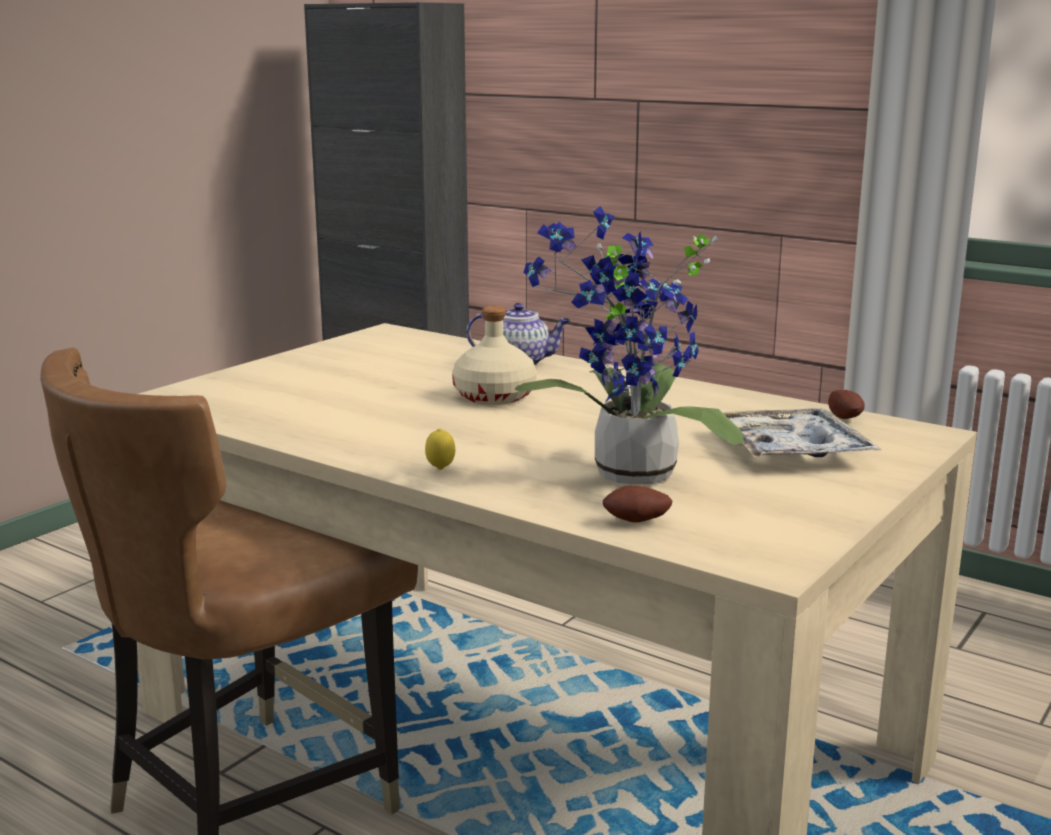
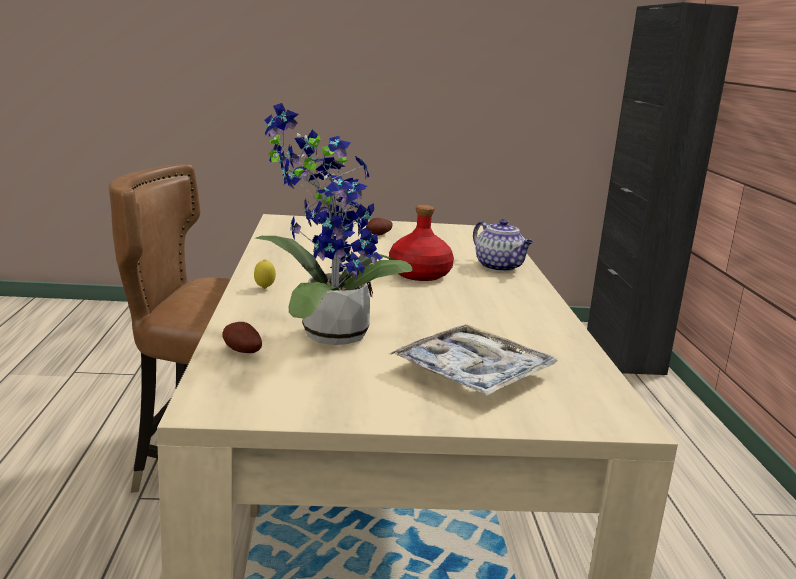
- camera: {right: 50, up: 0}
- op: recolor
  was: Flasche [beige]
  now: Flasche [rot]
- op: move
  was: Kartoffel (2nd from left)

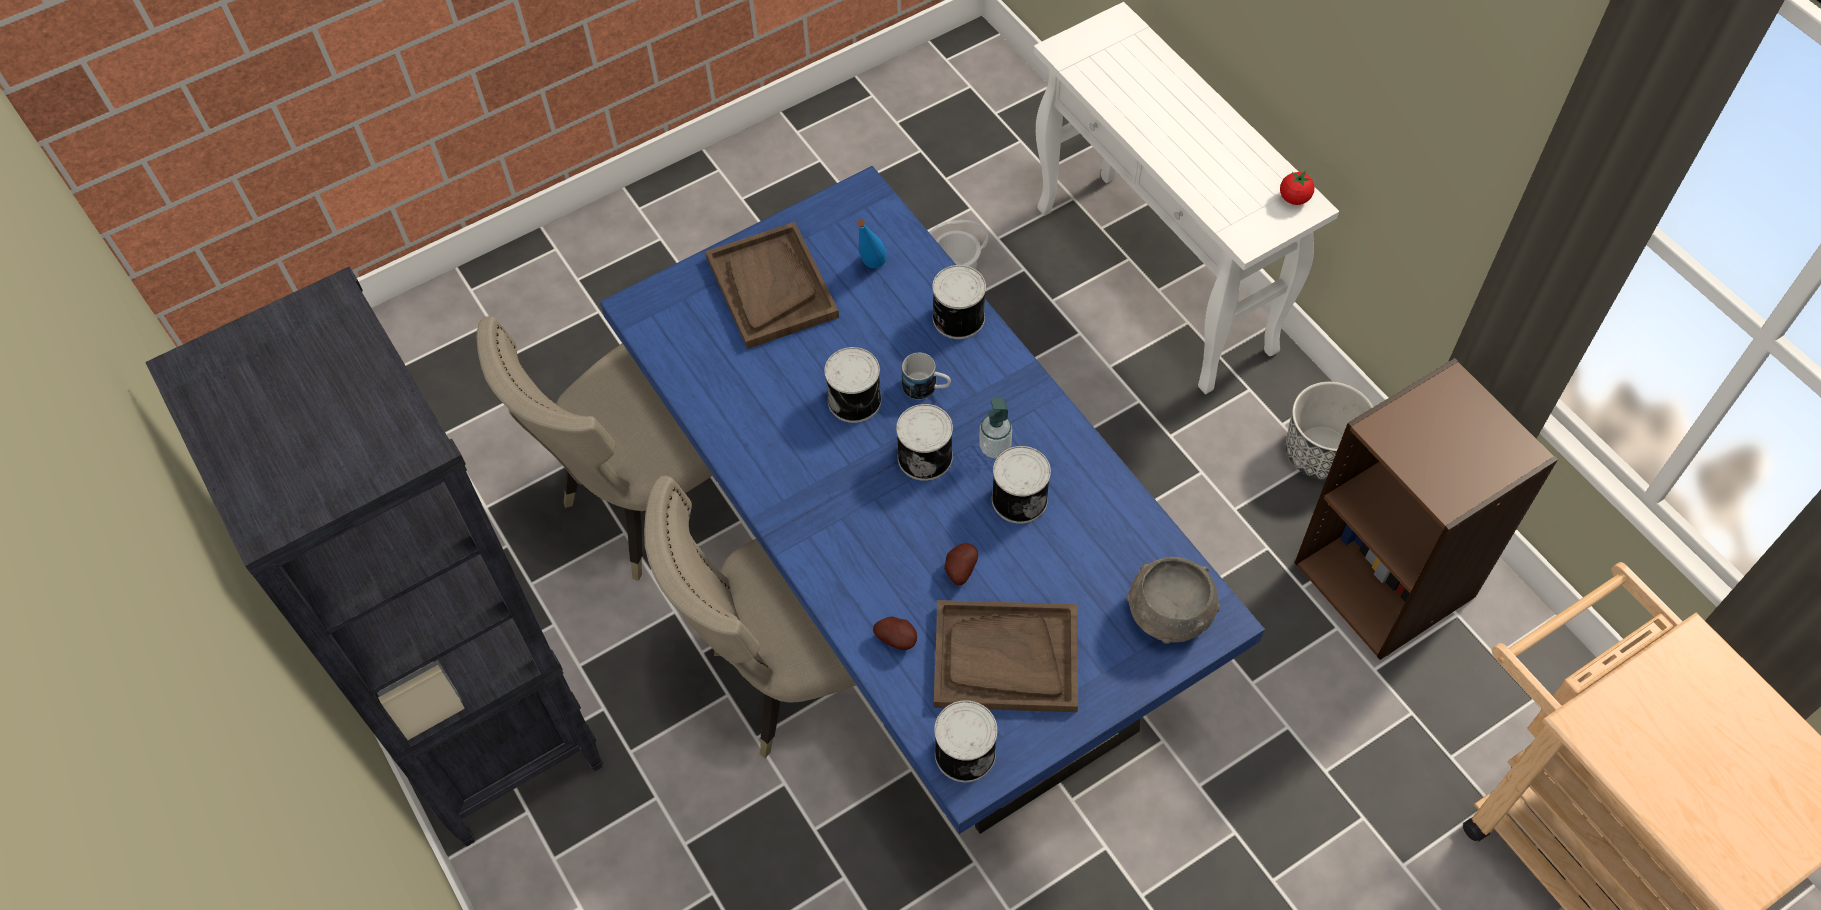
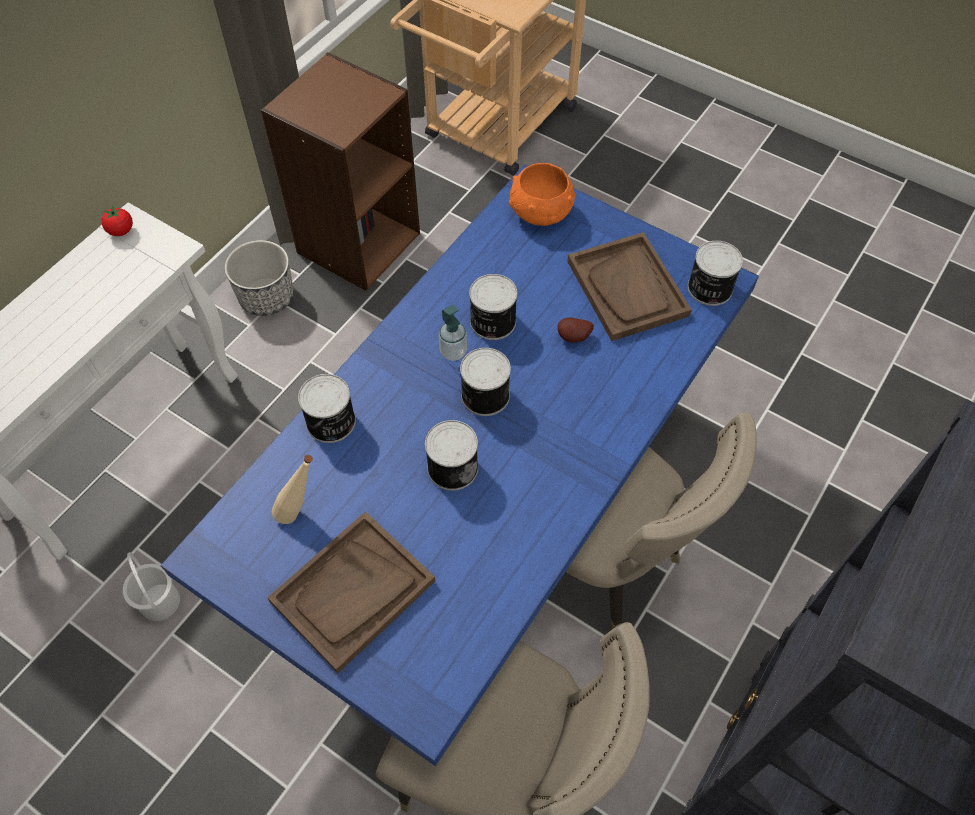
- camera: {right: -115, up: 0}
- op: recolor
  was: Flasche [blau]
  now: Flasche [beige]
- op: delete
  was: Henkelbecher
- op: recolor
  was: Schüssel [grau]
  now: Schüssel [orange]
- op: delete
  was: Kartoffel (1st from left)

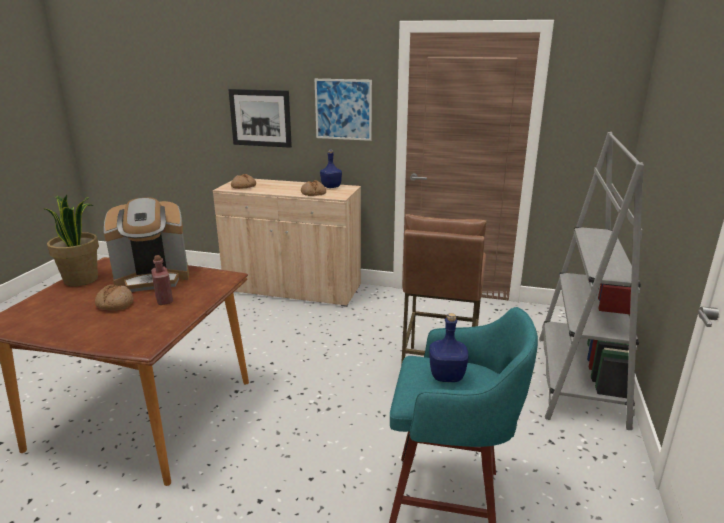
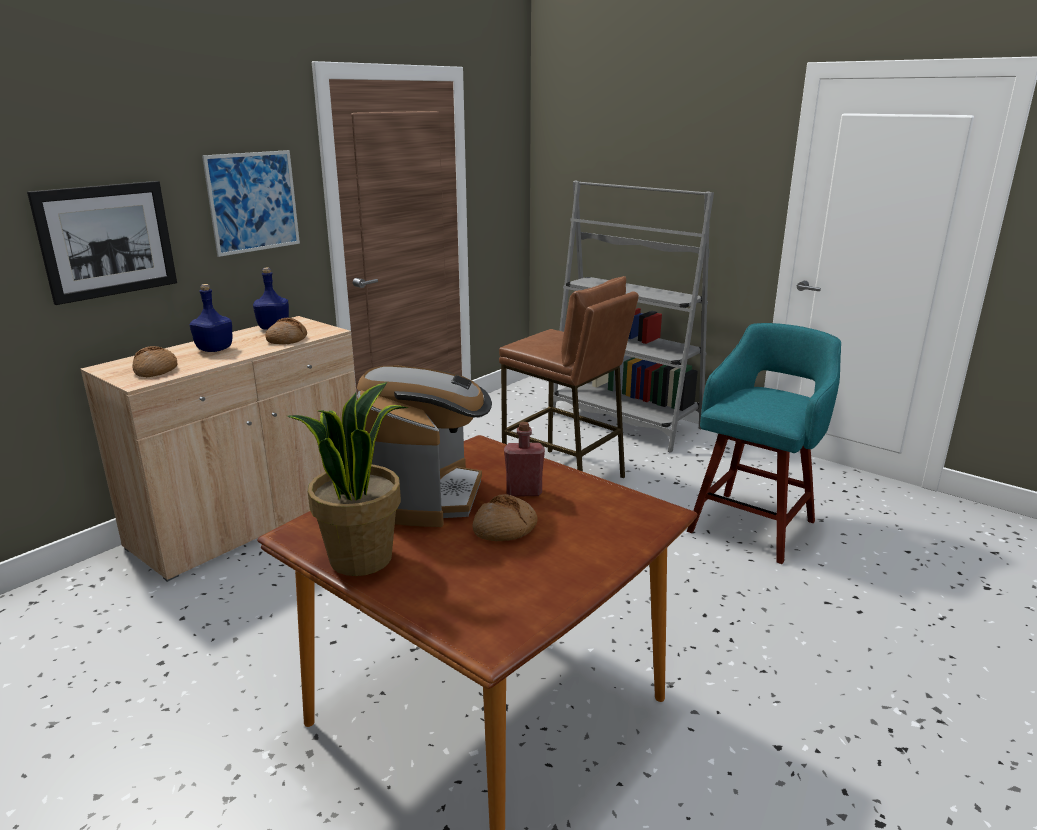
- camera: {right: -65, up: 0}
- op: move
  was: Flasche [blau] (2nd from left in the first image)
  now: Flasche [blau] (1st from left)

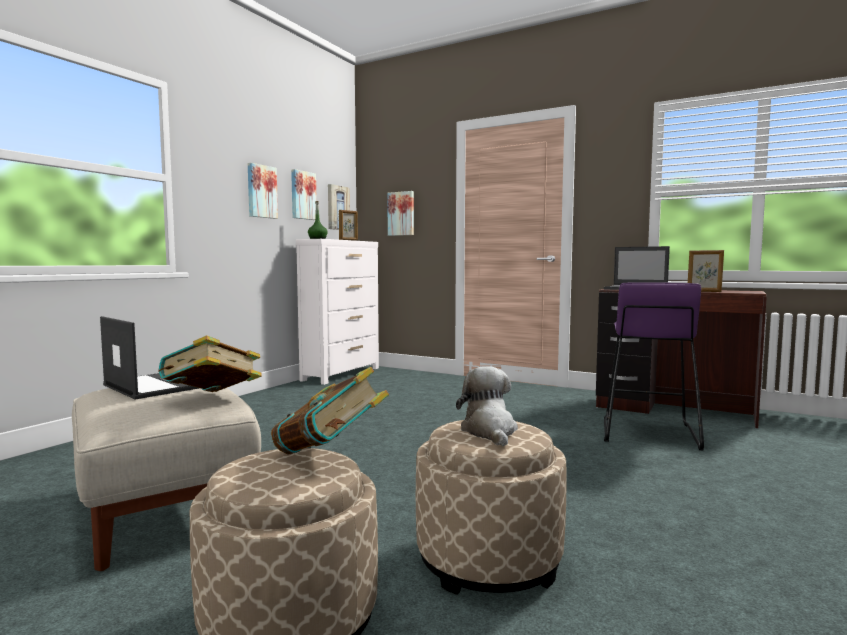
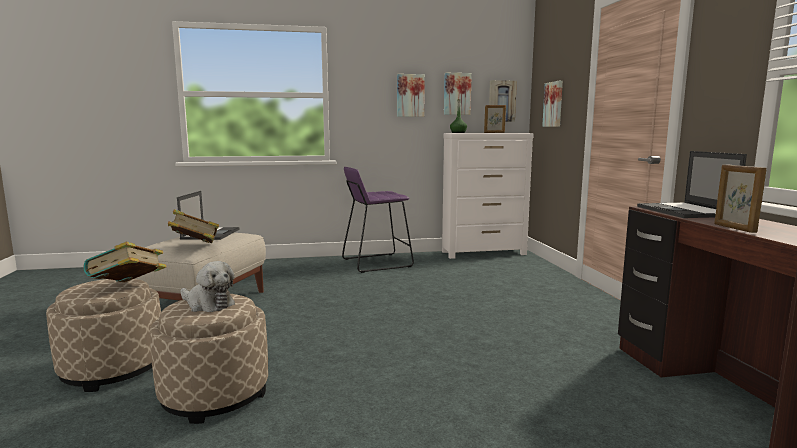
- camera: {right: 50, up: 5}
- op: move
  was: Hocker [lila]
- op: rotate
  was: Plüschtier
  clockwise: 75

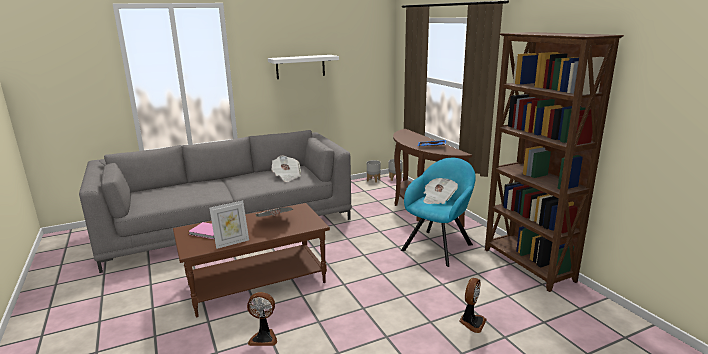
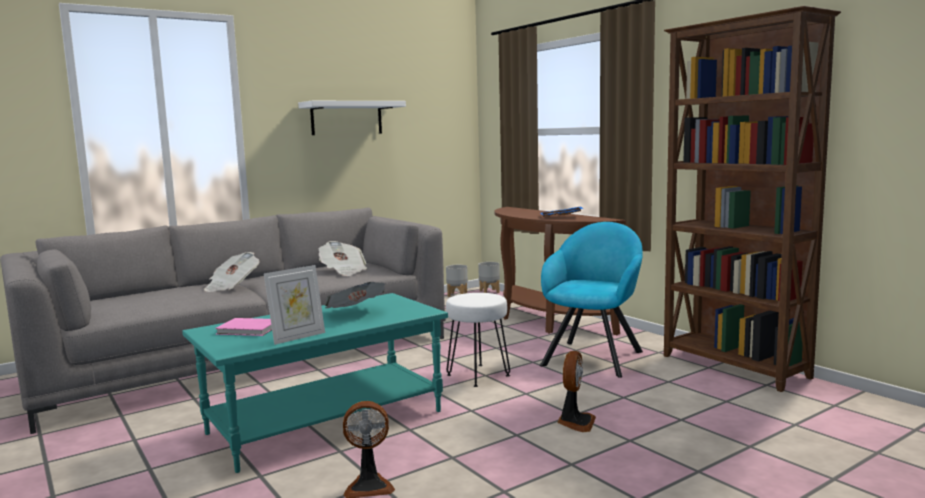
- camera: {right: -10, up: -10}
- op: move
  was: Zeitung (3rd from left in the first image)
  now: Zeitung (1st from left)
- op: recolor
  was: Couchtisch [braun]
  now: Couchtisch [türkis]
- op: move
  was: Ventilator (2nd from left)
- op: insert
  now: Hocker [weiß]

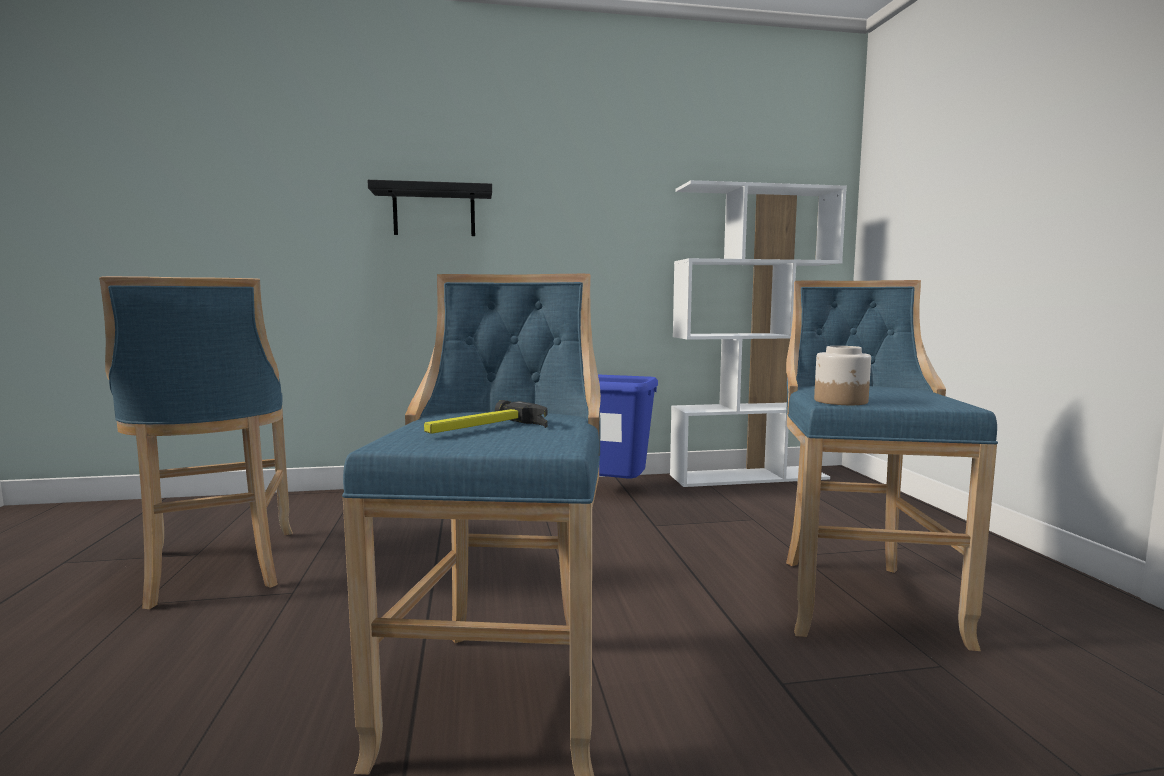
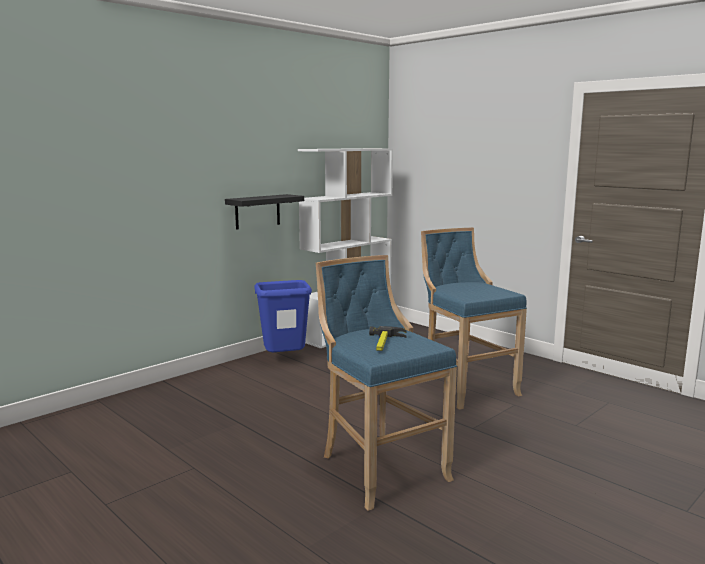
- camera: {right: -35, up: 5}
- op: move
  was: Wandregal [schwarz]
- op: delete
  was: Hocker [blau] (1st from left)
- op: delete
  was: Vorratsglas

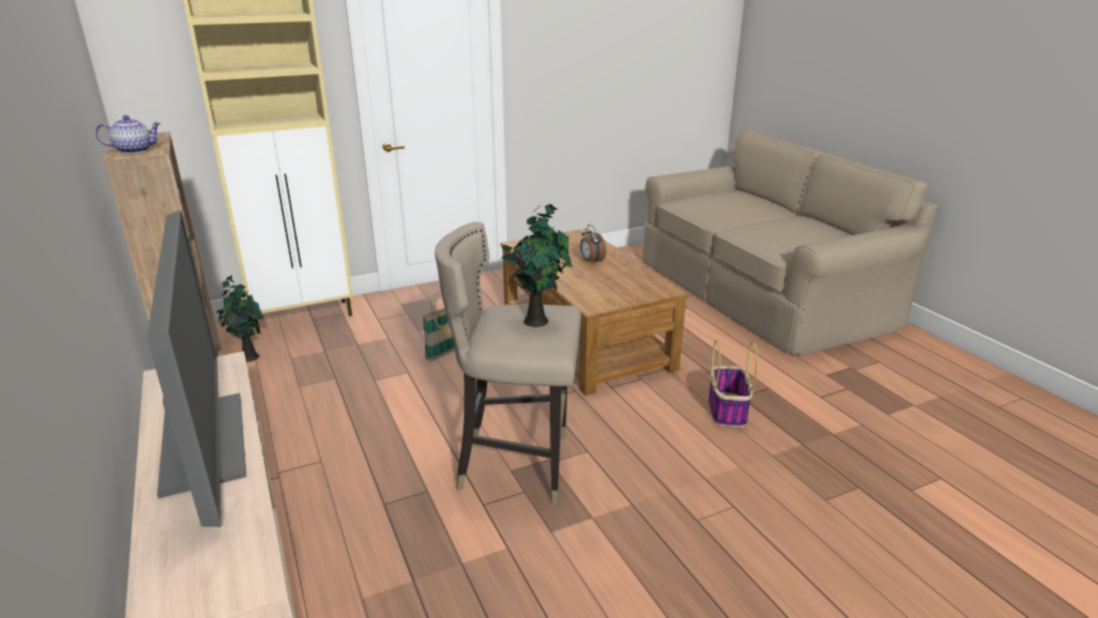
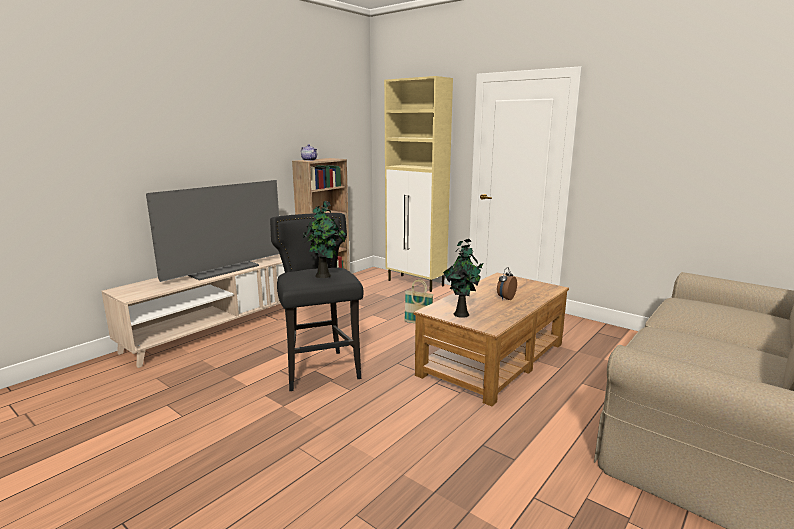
- camera: {right: 65, up: -10}
- op: recolor
  was: Hocker [beige]
  now: Hocker [schwarz]
- op: move
  was: Topfpflanze (1st from left in the first image)
  now: Topfpflanze (2nd from left)
- op: delete
  was: Korb (2nd from left)

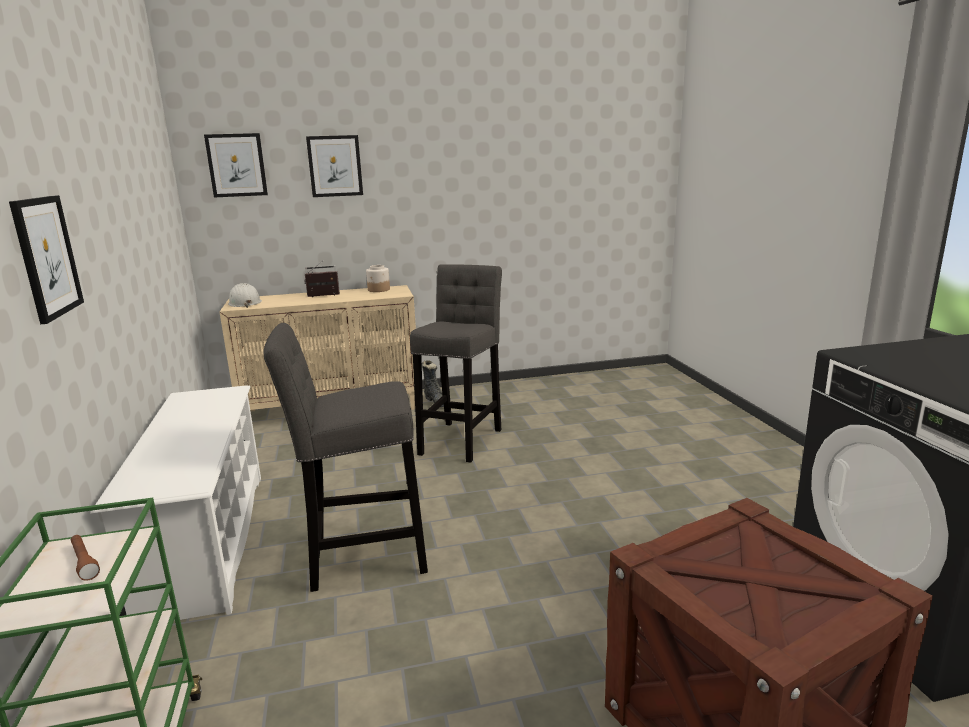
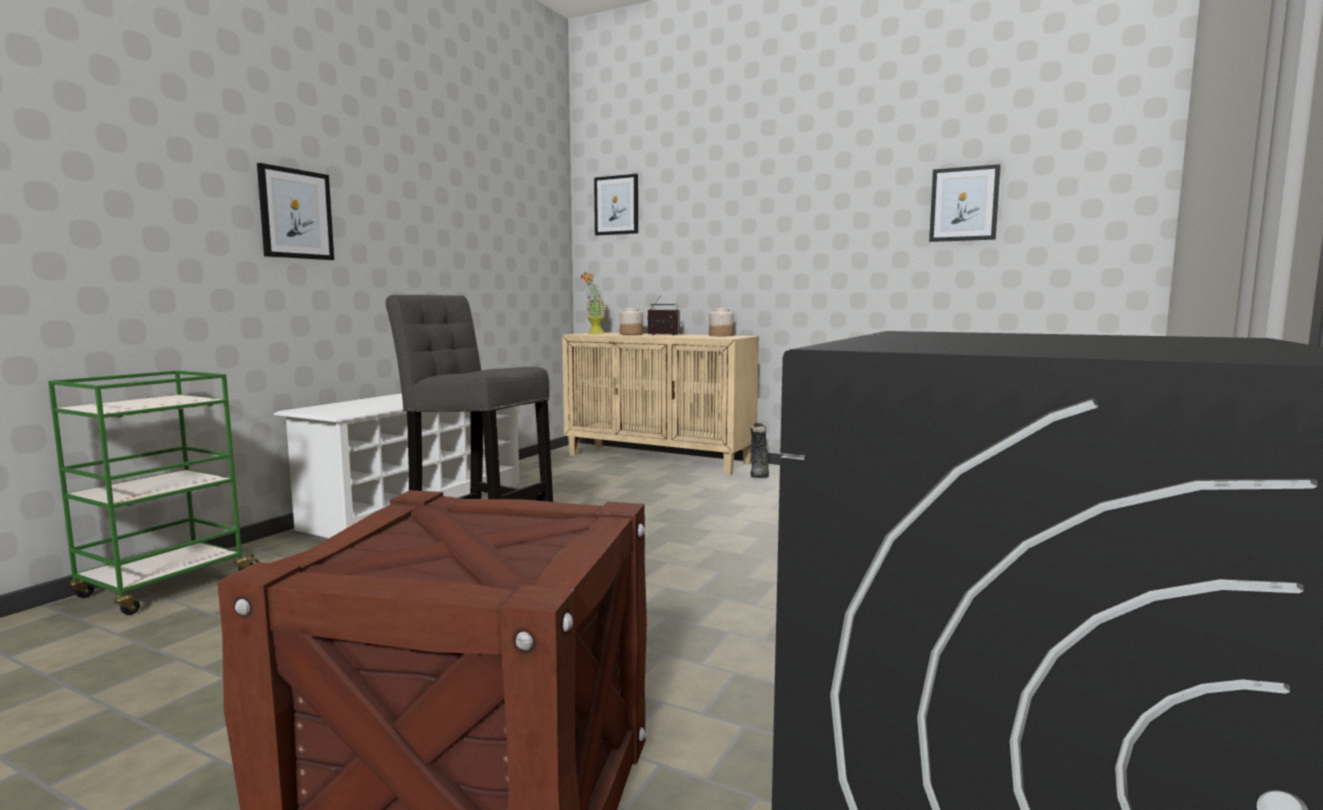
- camera: {right: 40, up: -10}
- op: move
  was: Bild (3rd from left)
- op: delete
  was: Hocker [grau] (2nd from left)
- op: replace
  was: Schutzhelm [weiß]
  now: Topfpflanze
- op: delete
  was: Taschenlampe [braun]
- op: insert
  now: Vorratsglas (1st from left)

